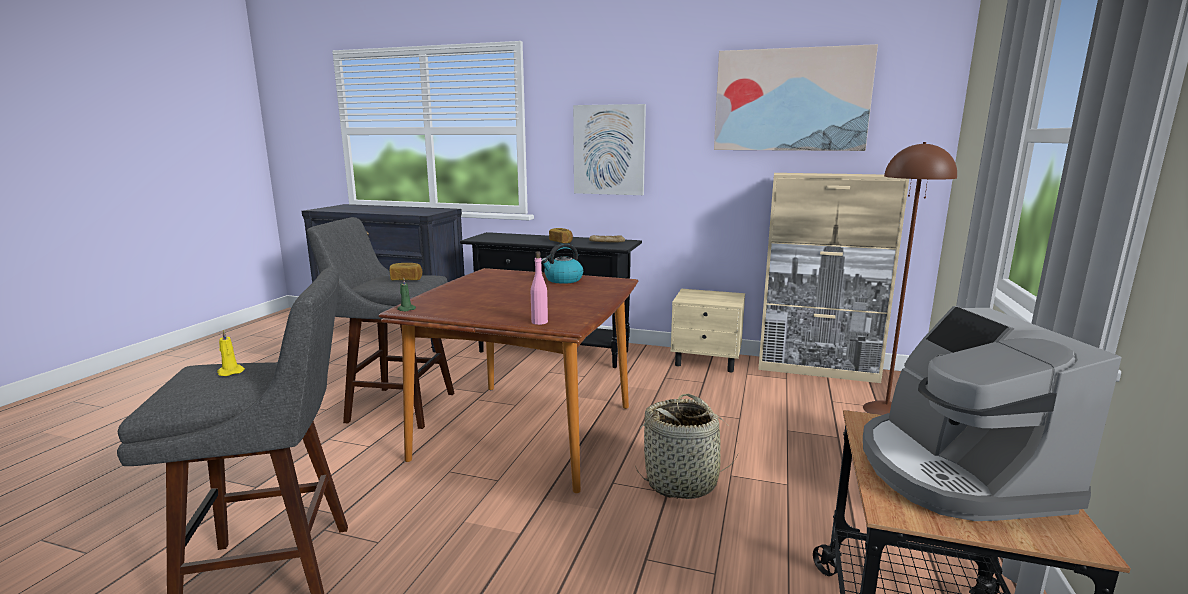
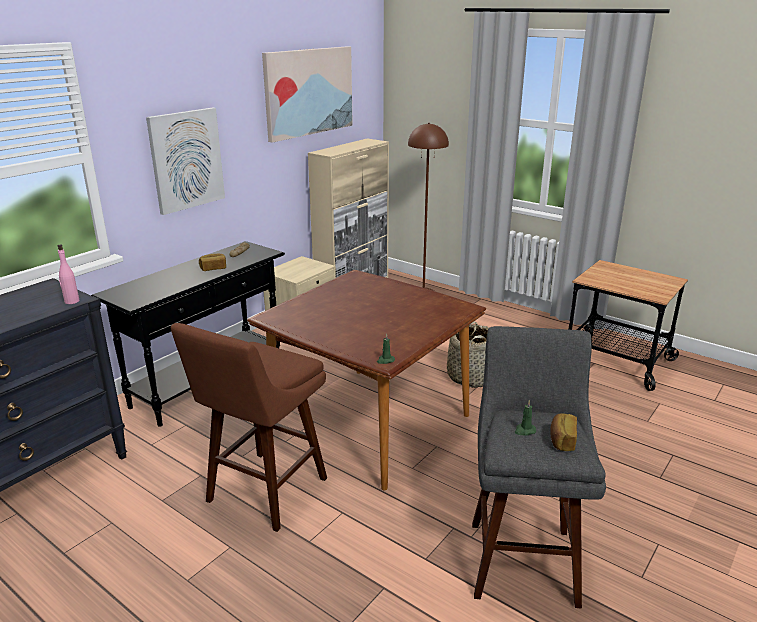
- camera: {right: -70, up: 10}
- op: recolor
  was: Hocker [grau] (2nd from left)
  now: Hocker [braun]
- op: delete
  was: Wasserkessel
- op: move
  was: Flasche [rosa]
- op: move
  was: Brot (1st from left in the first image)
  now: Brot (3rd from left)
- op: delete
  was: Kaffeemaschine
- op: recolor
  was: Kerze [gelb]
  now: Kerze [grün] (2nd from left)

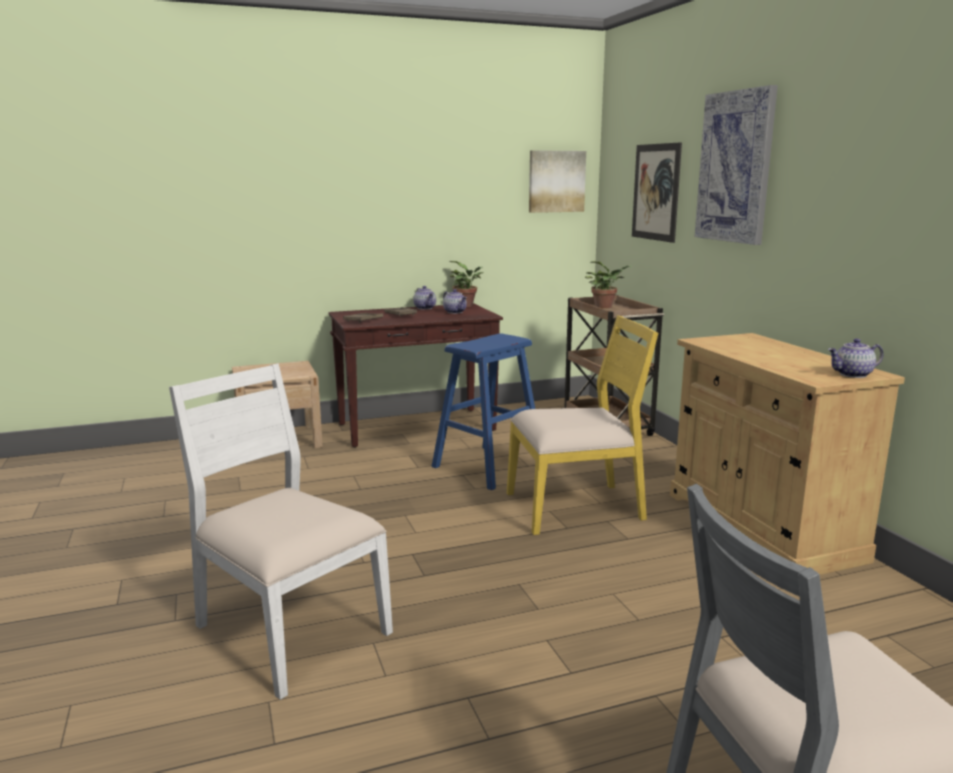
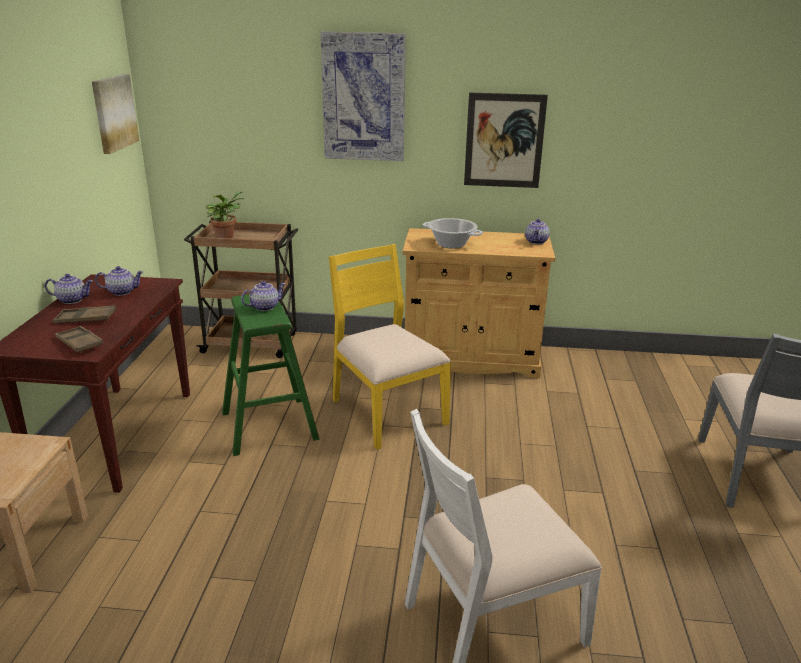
- camera: {right: -65, up: 10}
- op: move
  was: Bild (2nd from left in the first image)
  now: Bild (3rd from left)
- op: delete
  was: Topfpflanze (1st from left)
- op: rotate
  was: Stuhl [gelb]
  clockwise: -45
- op: recolor
  was: Hocker [blau]
  now: Hocker [grün]
- op: insert
  now: Kochtopf
- op: insert
  now: Teekanne (3rd from left)

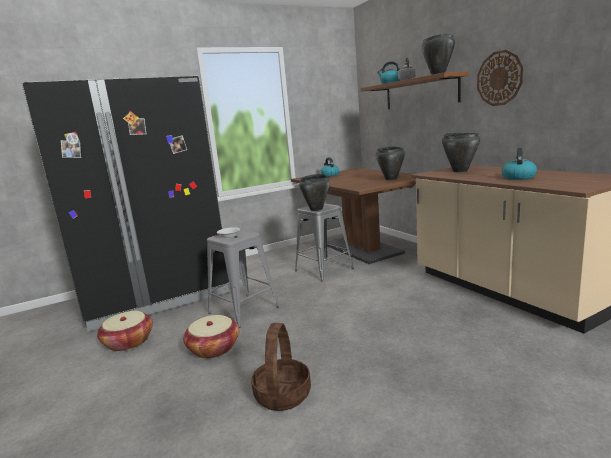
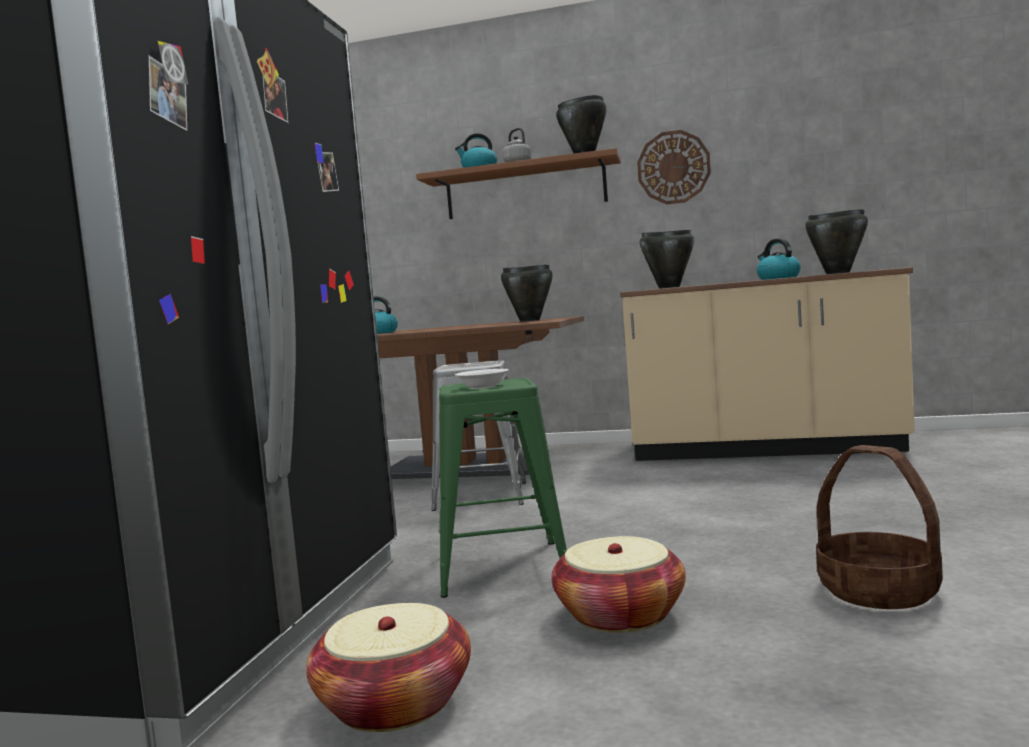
- camera: {right: -50, up: -10}
- op: move
  was: Kochtopf [schwarz] (1st from left in the first image)
  now: Kochtopf [schwarz] (4th from left)
- op: recolor
  was: Hocker [grau] (1st from left)
  now: Hocker [grün]

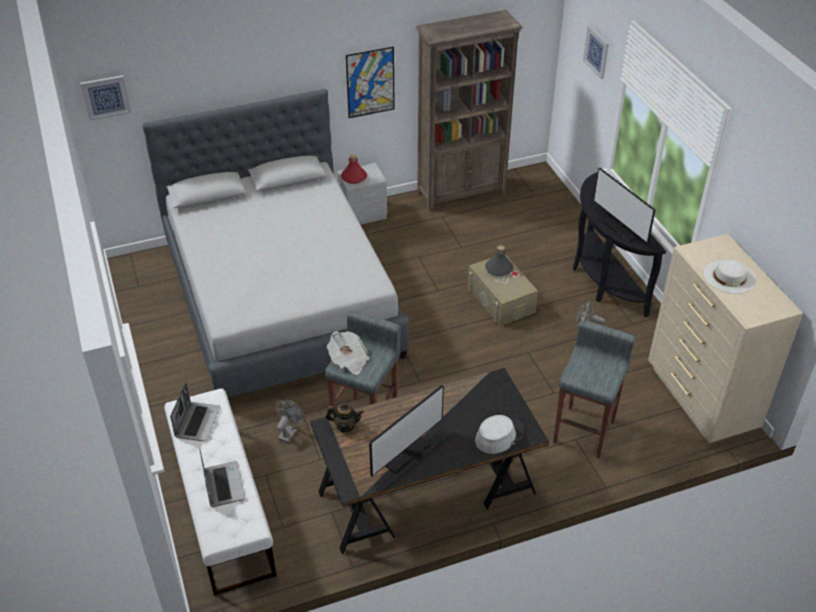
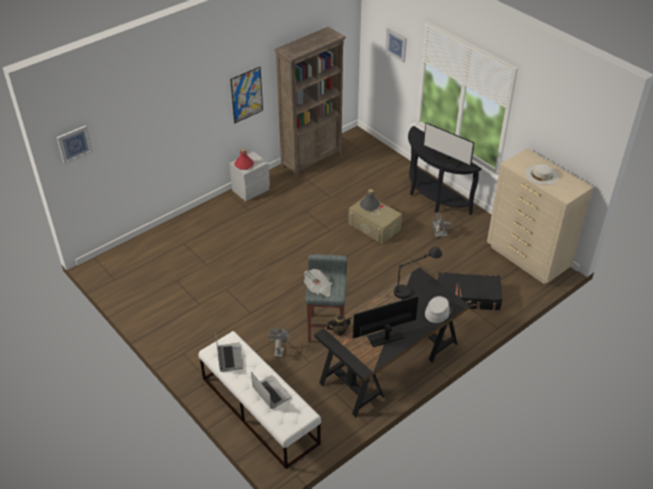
- camera: {right: -20, up: 0}
- op: delete
  was: Bett [grau]
- op: replace
  was: Hocker [grau] (2nd from left)
  now: Koffer [schwarz]
- op: rotate
  was: Monitor (1st from left)
  clockwise: -135
- op: insert
  now: Tischlampe [schwarz]

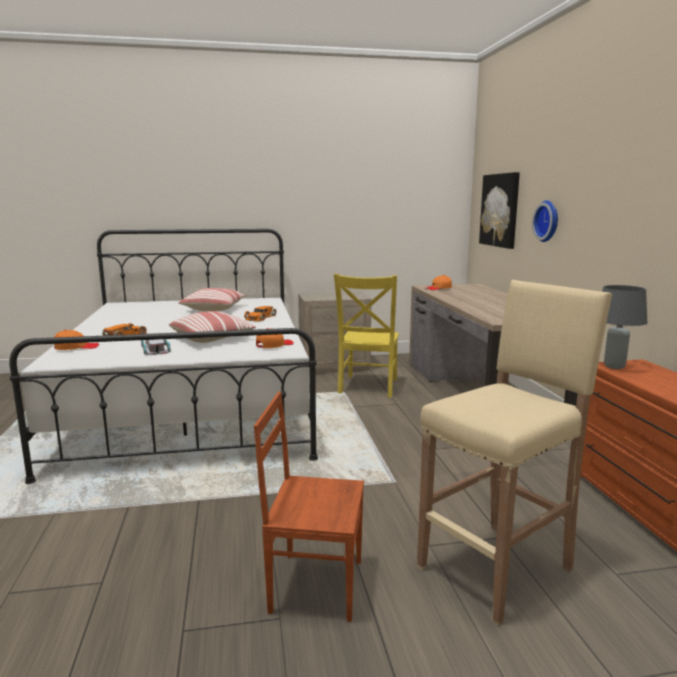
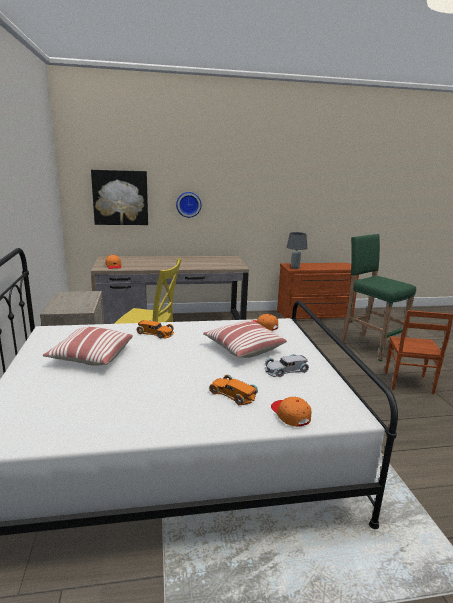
- camera: {right: -90, up: 5}
- op: recolor
  was: Hocker [beige]
  now: Hocker [grün]

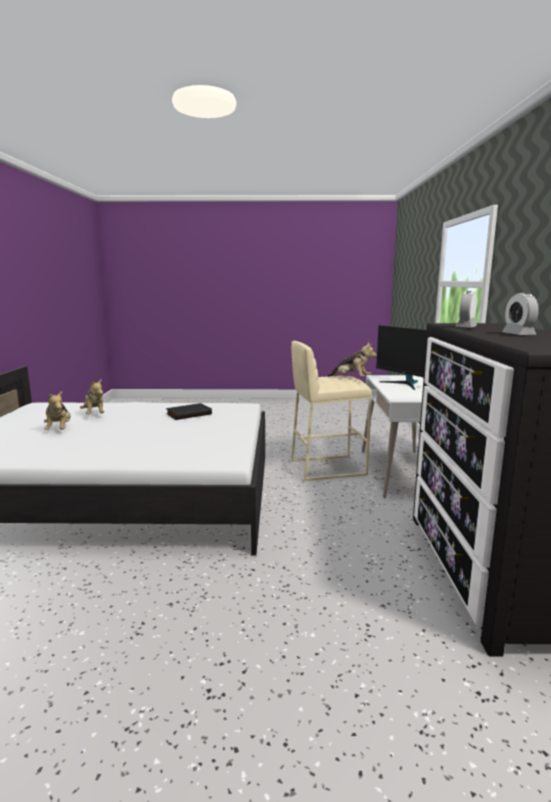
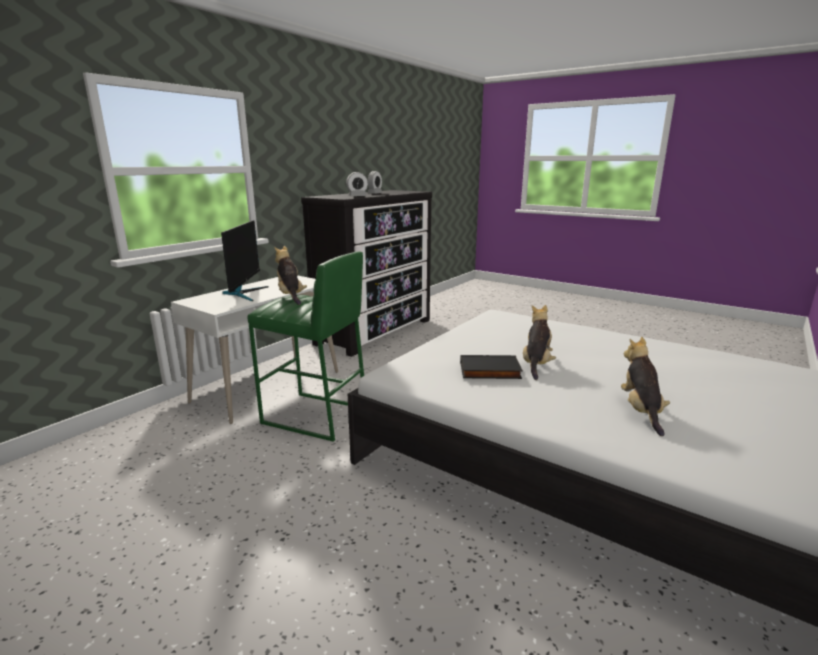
- camera: {right: -145, up: 5}
- op: recolor
  was: Hocker [beige]
  now: Hocker [grün]
- op: move
  was: Plüschtier (1st from left in the first image)
  now: Plüschtier (2nd from left)

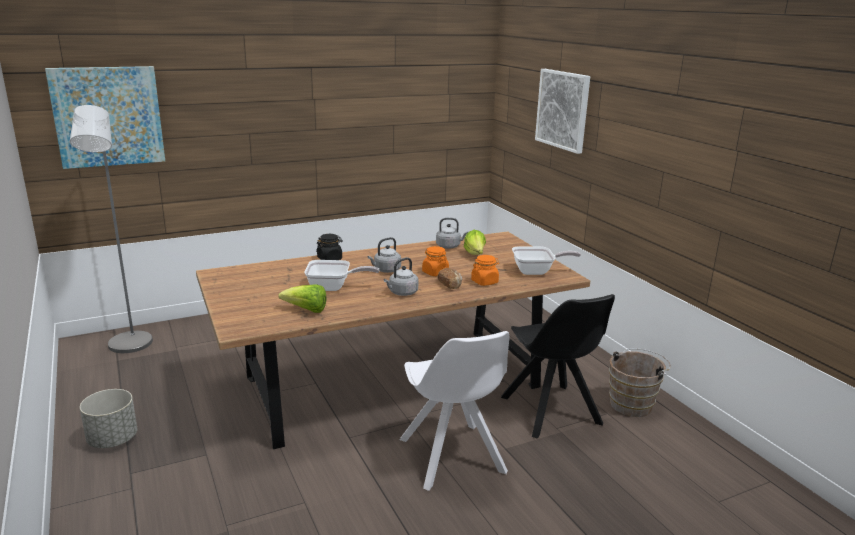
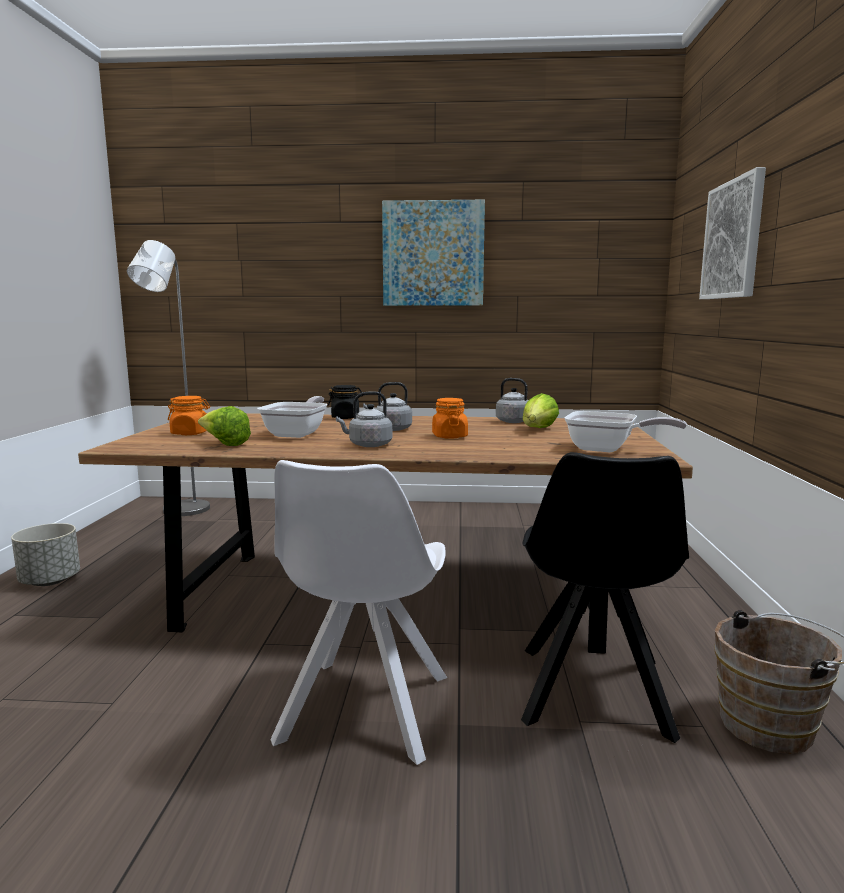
- camera: {right: 30, up: -10}
- op: move
  was: Bild (1st from left)
- op: move
  was: Vorratsglas [orange] (2nd from left in the first image)
  now: Vorratsglas [orange] (1st from left)
- op: rotate
  was: Pfanne (1st from left)
  clockwise: -105
- op: delete
  was: Brot

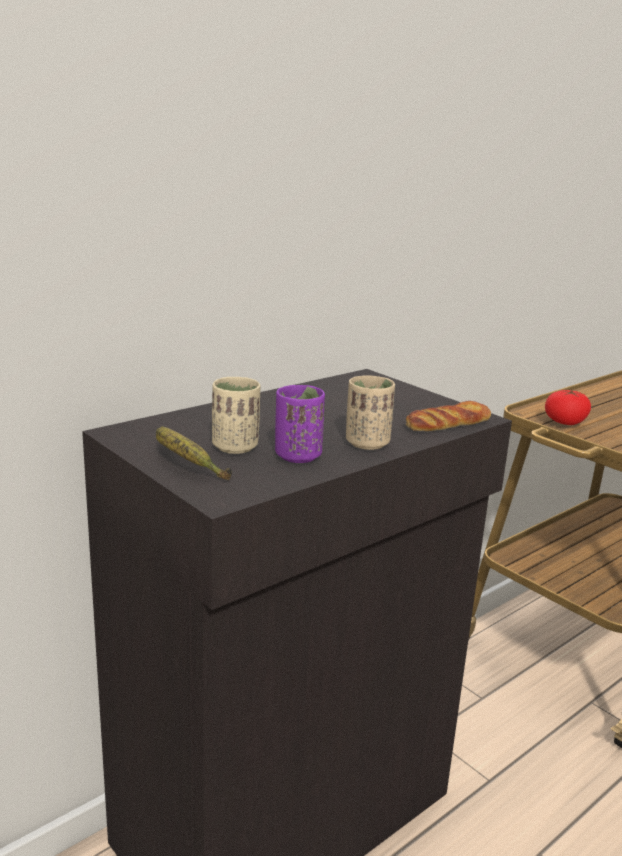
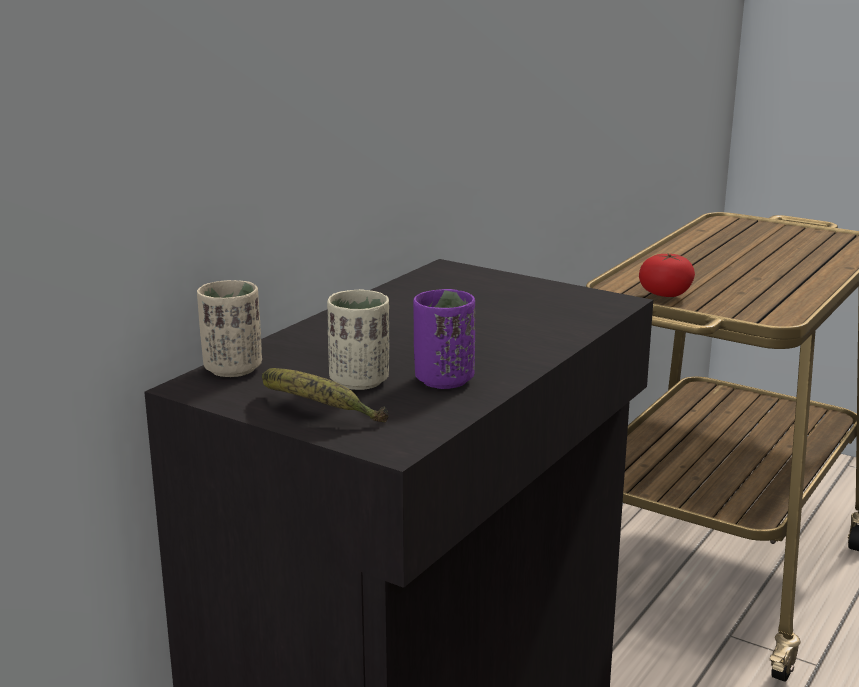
- camera: {right: -15, up: 0}
- op: move
  was: Tasse [beige] (2nd from left in the first image)
  now: Tasse [beige] (1st from left)
- op: delete
  was: Brot

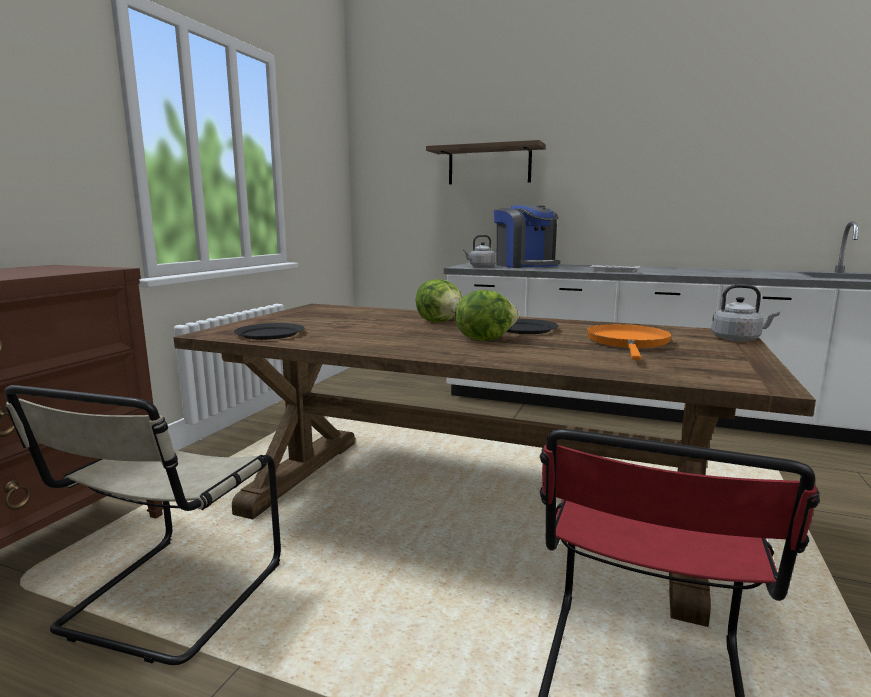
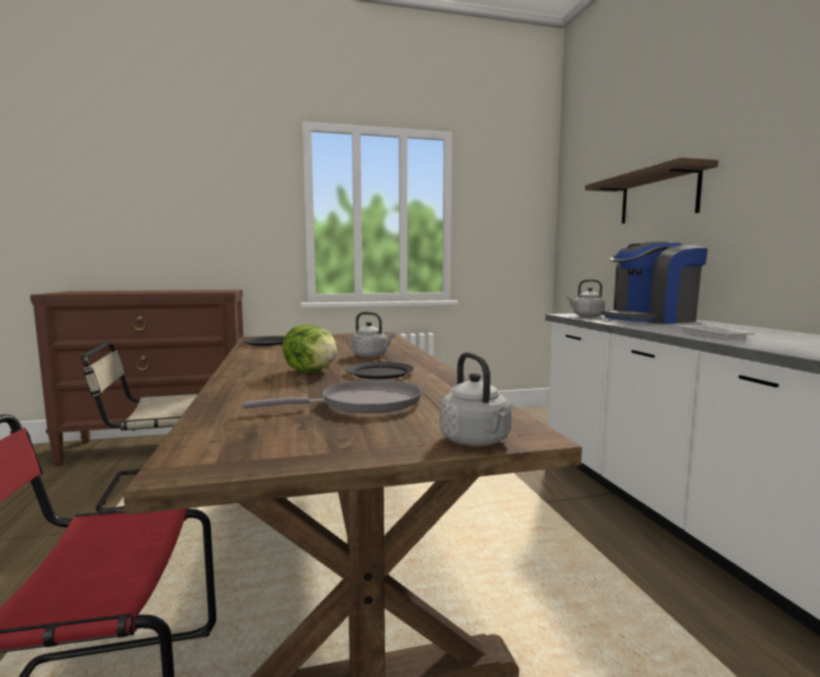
- camera: {right: 55, up: -5}
- op: rotate
  was: Kaffeemaschine
  clockwise: 45
- op: replace
  was: Salatkopf (1st from left)
  now: Wasserkessel [grau] (1st from left)
- op: recolor
  was: Pfanne [orange]
  now: Pfanne [grau]

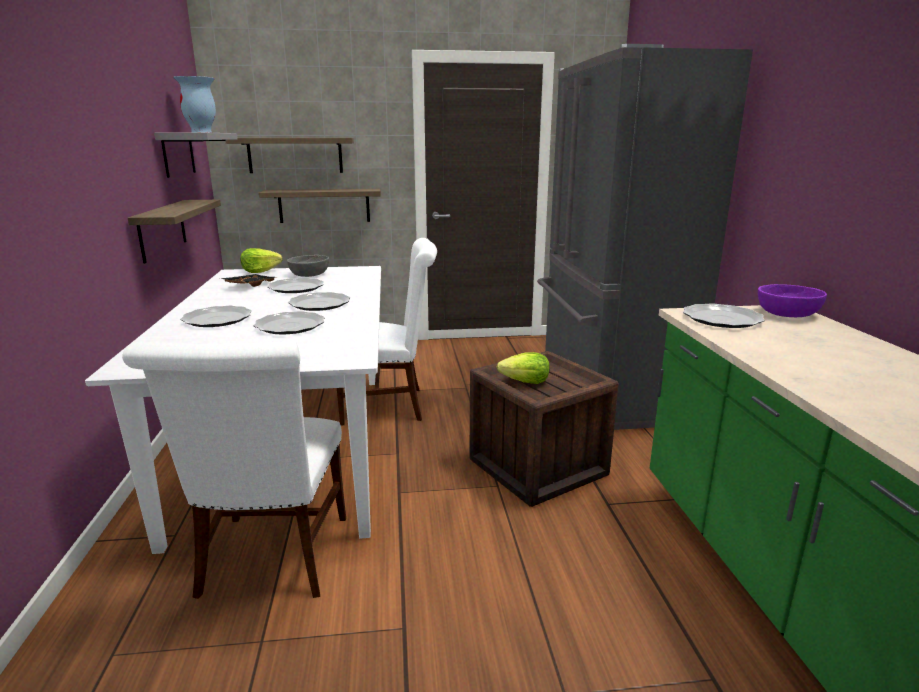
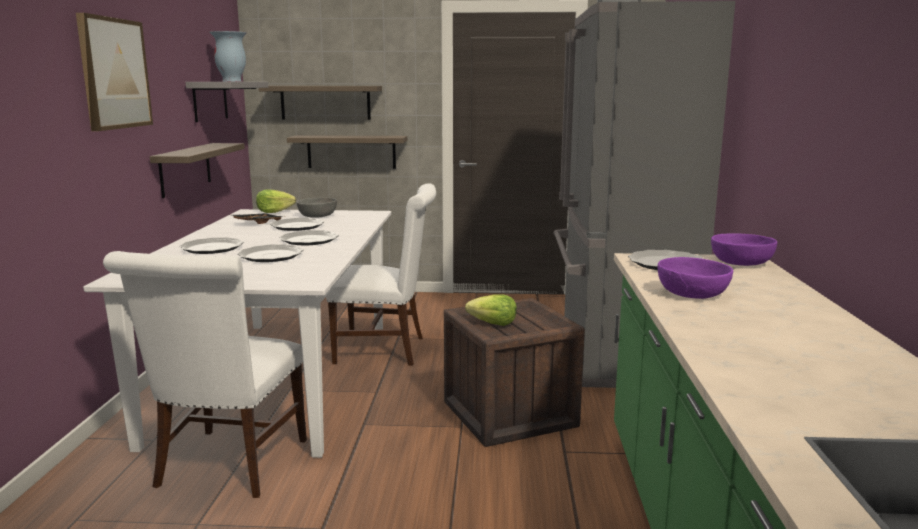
- camera: {right: 10, up: -5}
- op: insert
  now: Bild
- op: insert
  now: Schüssel [lila] (1st from left)

